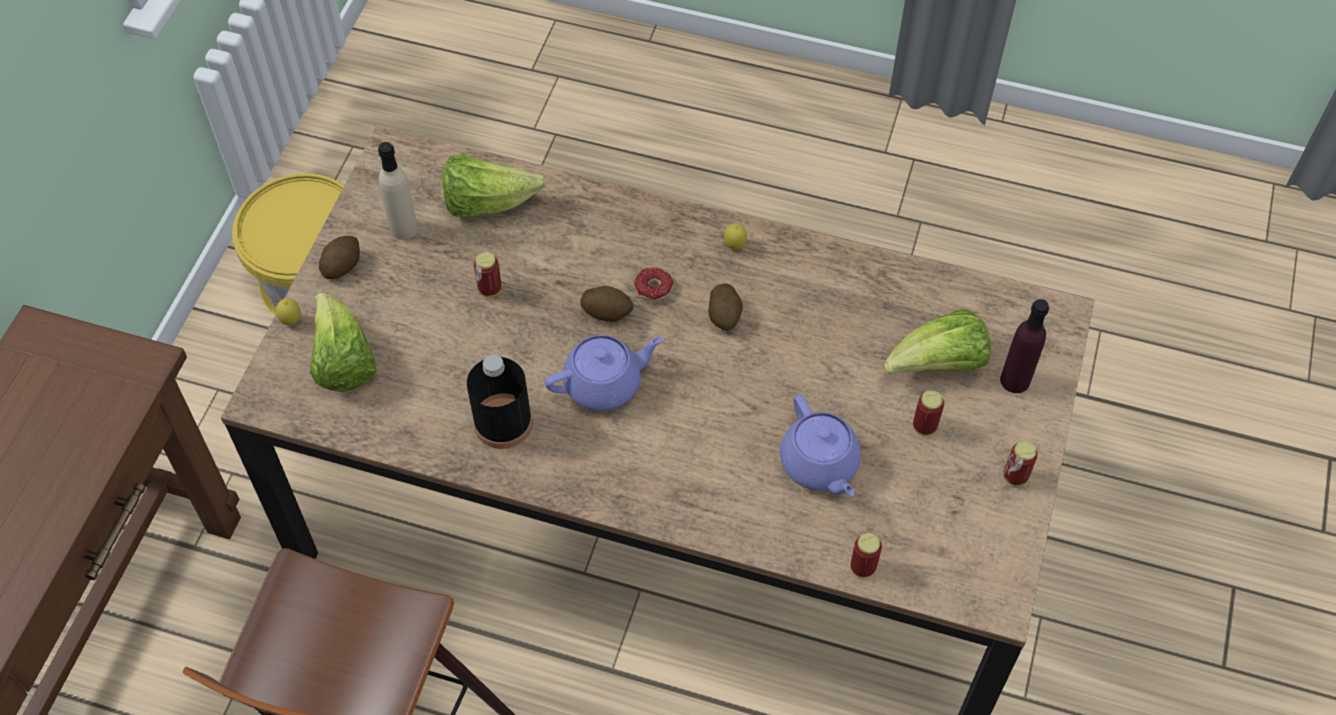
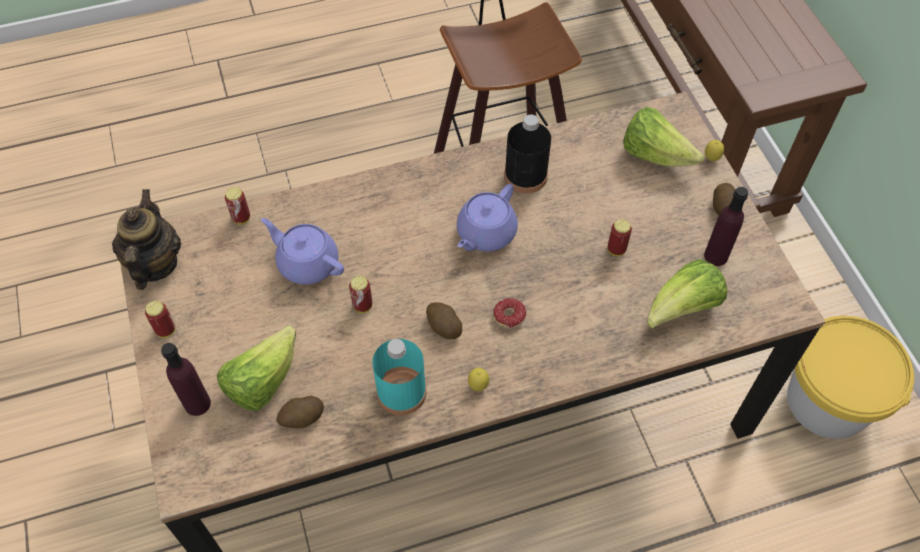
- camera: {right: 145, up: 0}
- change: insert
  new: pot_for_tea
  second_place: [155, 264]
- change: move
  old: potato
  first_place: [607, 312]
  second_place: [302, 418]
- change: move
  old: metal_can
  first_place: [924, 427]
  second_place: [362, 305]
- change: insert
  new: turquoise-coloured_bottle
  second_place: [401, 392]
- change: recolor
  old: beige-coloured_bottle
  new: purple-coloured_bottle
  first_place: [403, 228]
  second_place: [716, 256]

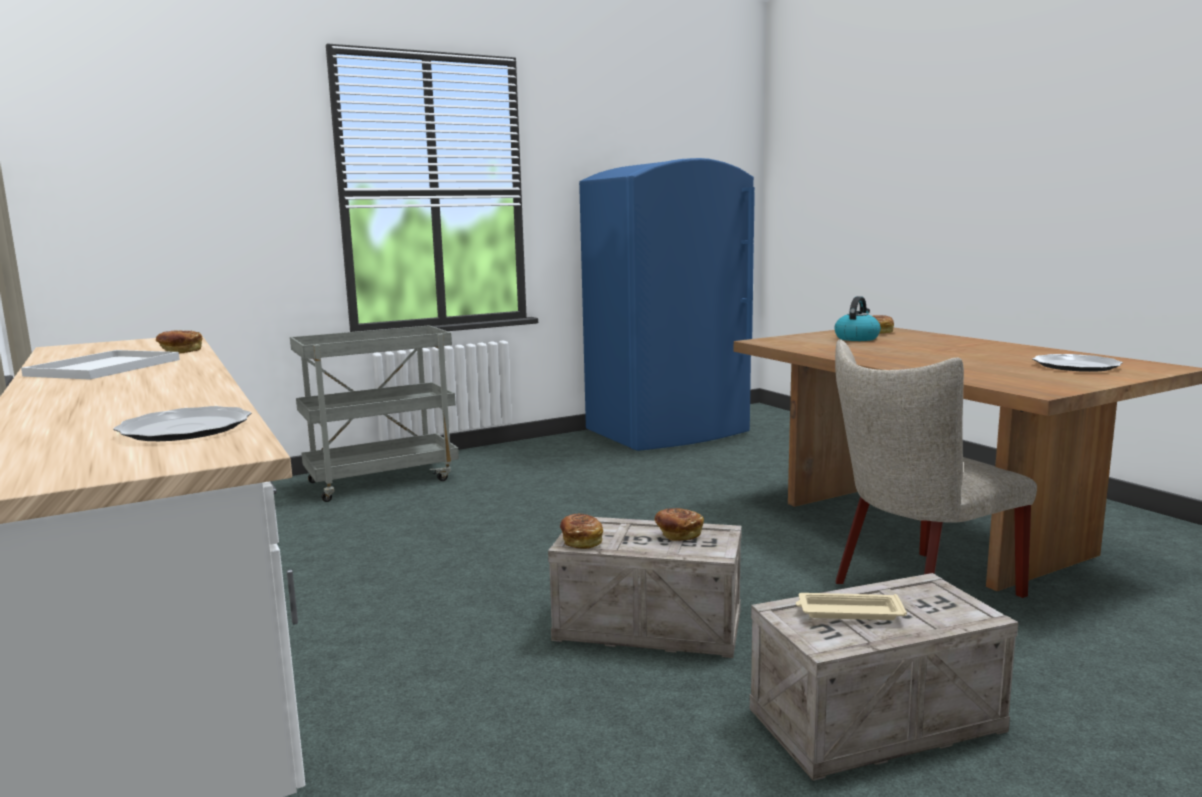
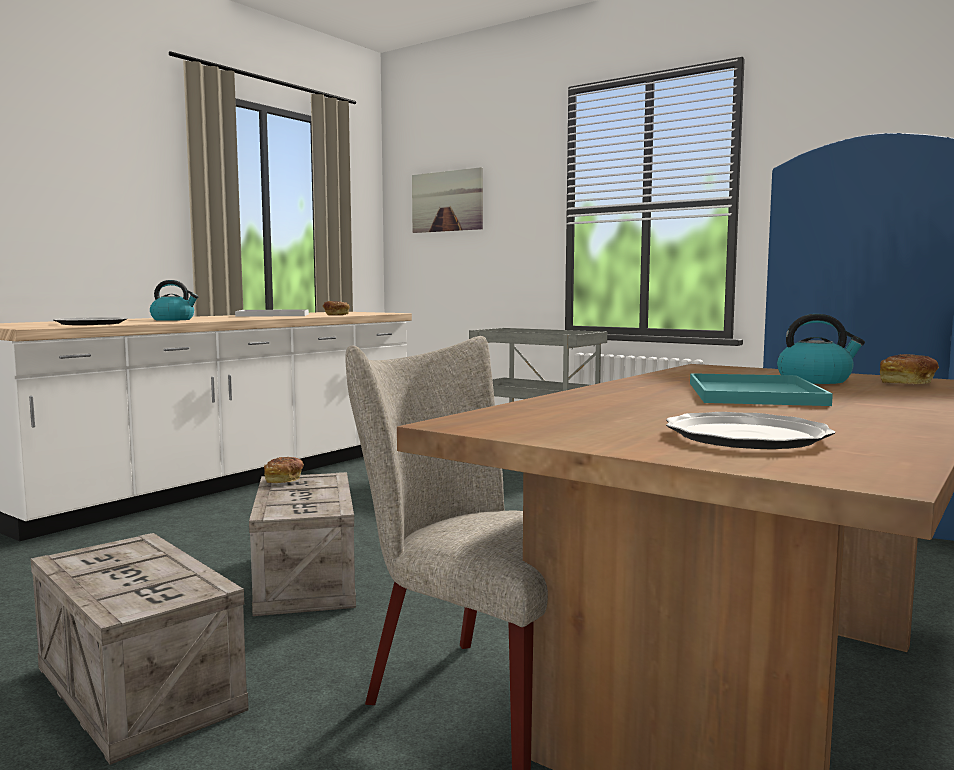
- camera: {right: 65, up: -5}
- change: insert
  new: tea_kettle
  second_place: [173, 319]
- change: insert
  new: picture
  second_place: [447, 201]
- change: insert
  new: turquoise-coloured_tray
  second_place: [751, 393]
- change: delete
  old: bakery_bread
  first_place: [678, 534]
- change: delete
  old: beige-coloured_tray
  first_place: [848, 612]

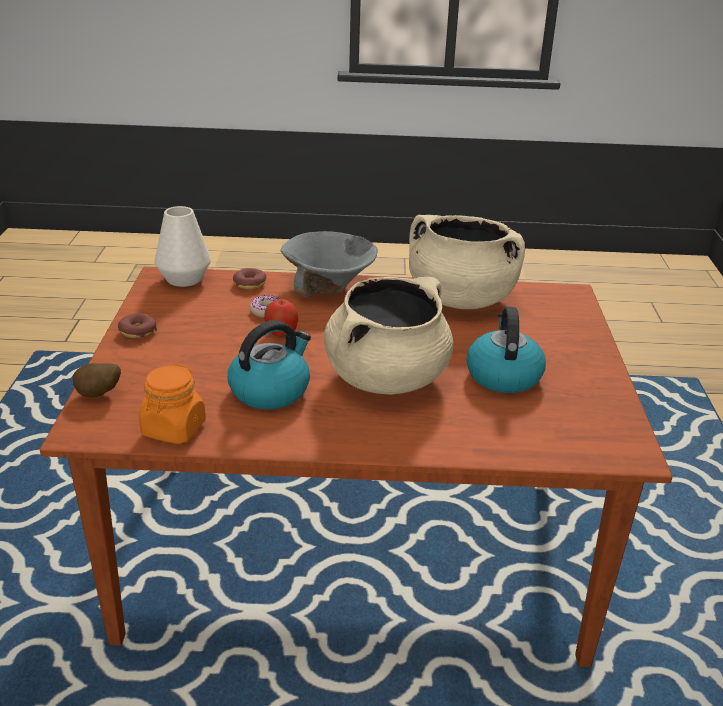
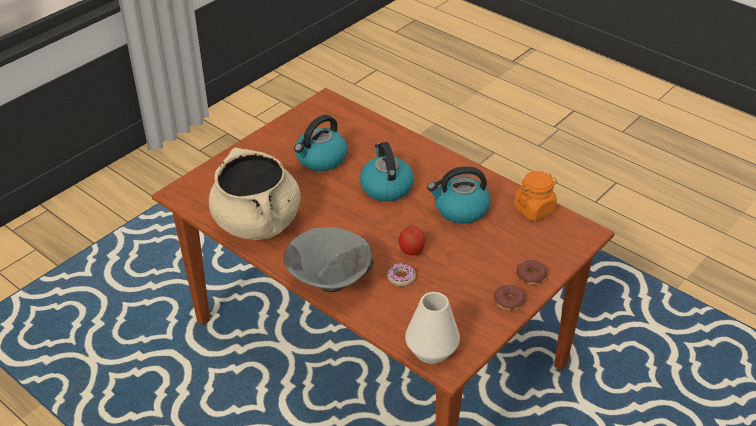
- camera: {right: -140, up: 10}
- change: replace
  old: beige-coloured_stockpot
  new: tea_kettle
  first_place: [387, 378]
  second_place: [386, 187]
- change: move
  old: doughnut
  first_place: [249, 284]
  second_place: [531, 276]
- change: delete
  old: potato
  first_place: [98, 395]

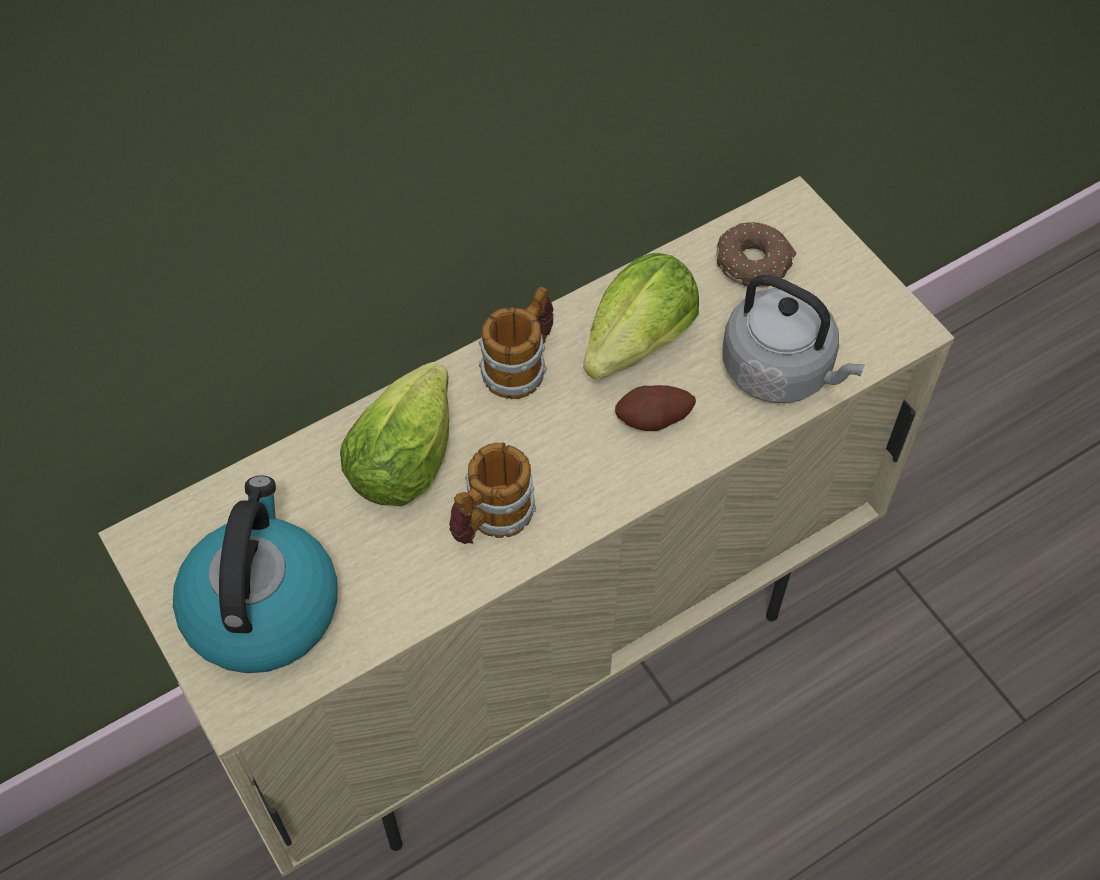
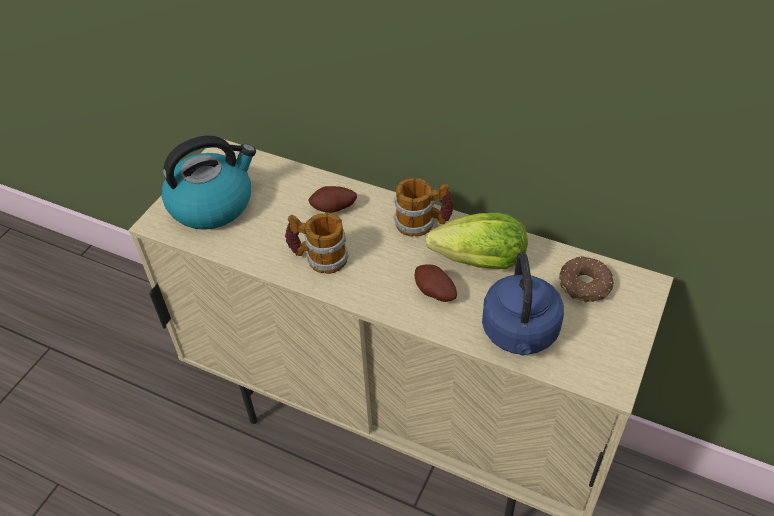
- camera: {right: 60, up: -10}
- change: replace
  old: lettuce
  new: potato
  first_place: [408, 453]
  second_place: [334, 209]
- change: recolor
  old: grey_tea_kettle
  new: blue-coloured_tea_kettle
  first_place: [781, 371]
  second_place: [520, 334]

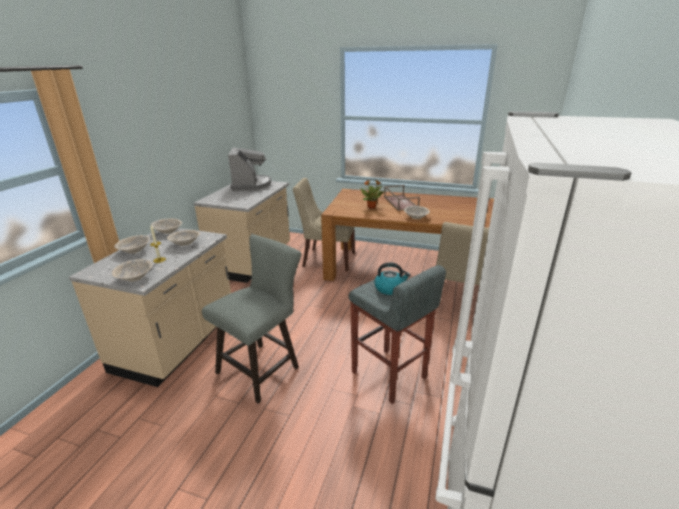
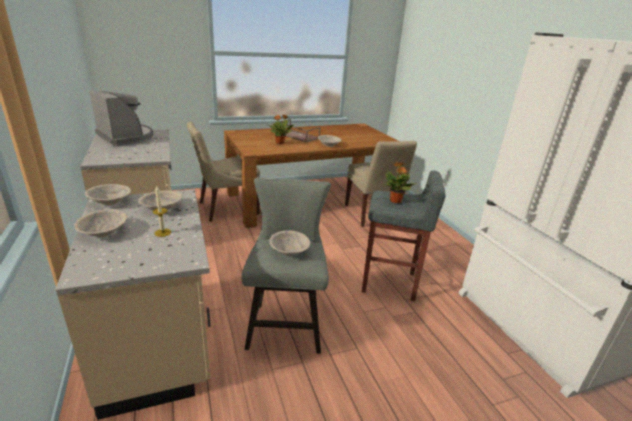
- camera: {right: -40, up: 0}
- change: move
  old: beige-coloured_serving_bowl
  first_place: [135, 277]
  second_place: [289, 251]
- change: replace
  old: tea_kettle
  new: houseplant
  first_place: [390, 288]
  second_place: [395, 201]

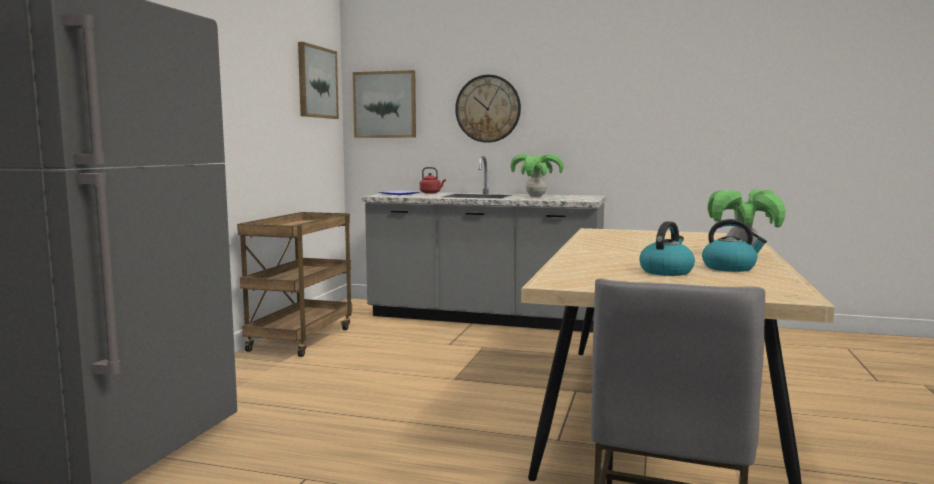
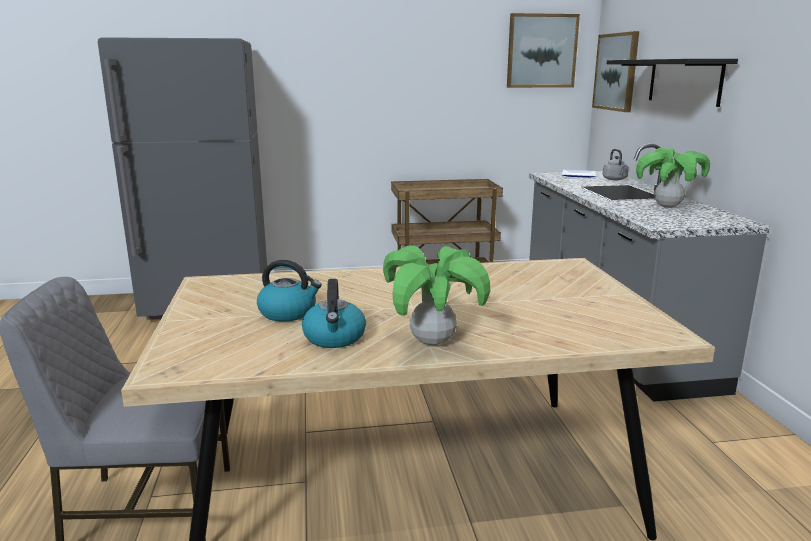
- camera: {right: 65, up: 10}
- change: recolor
  old: red-coloured_tea_kettle
  new: grey_tea_kettle
  first_place: [431, 193]
  second_place: [615, 179]
- change: replace
  old: clock_on_the_wall
  new: black-coloured_shelf
  first_place: [488, 109]
  second_place: [684, 81]

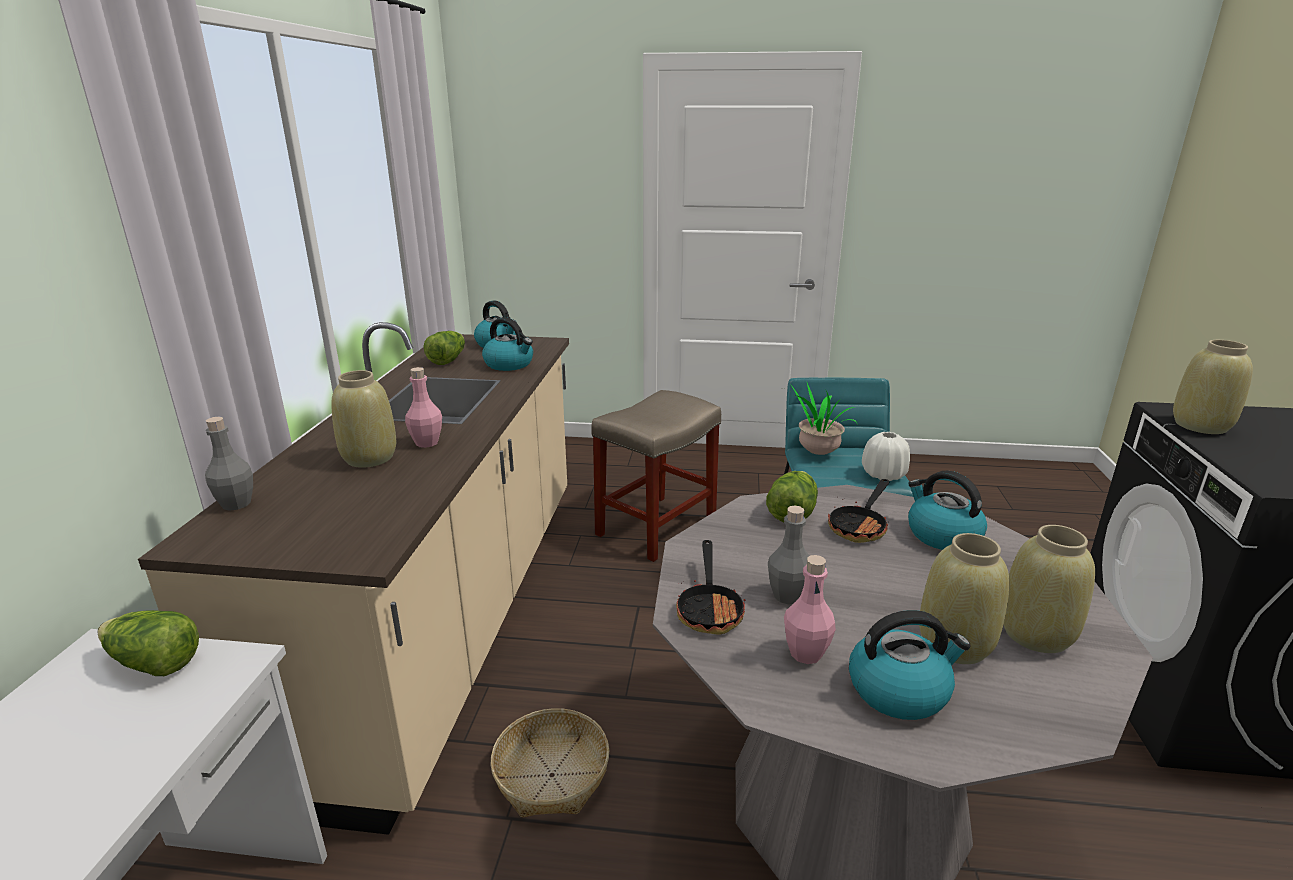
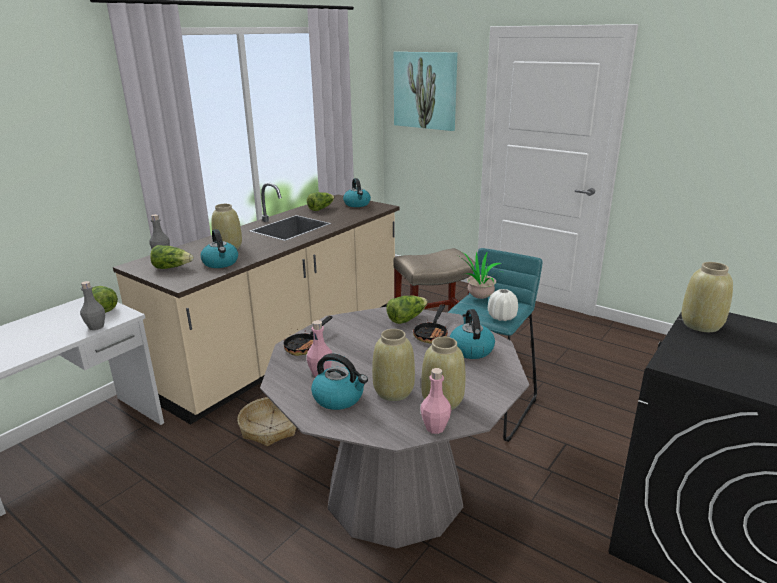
- camera: {right: 30, up: 0}
- change: move
  old: grey_bottle
  first_place: [787, 596]
  second_place: [96, 327]
- change: insert
  new: lettuce
  second_place: [172, 267]
- change: move
  old: tea_kettle
  first_place: [510, 364]
  second_place: [221, 263]
- change: insert
  new: picture
  second_place: [425, 90]
- change: rotate
  old: frying_pan
  first_place: [860, 526]
  second_place: [432, 334]
  degrees: -45
- change: move
  old: pinkish_bottle
  first_place: [427, 443]
  second_place: [435, 428]

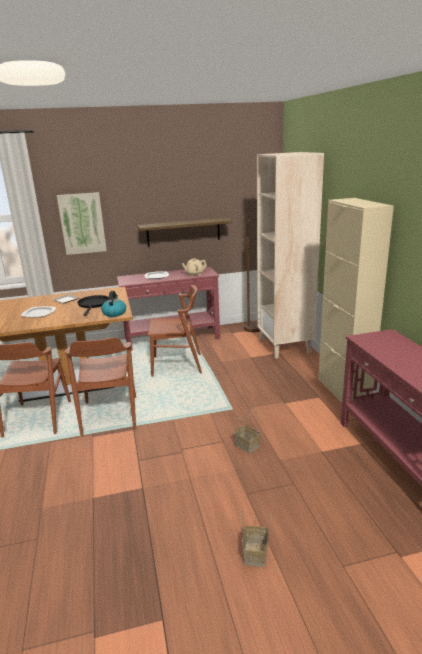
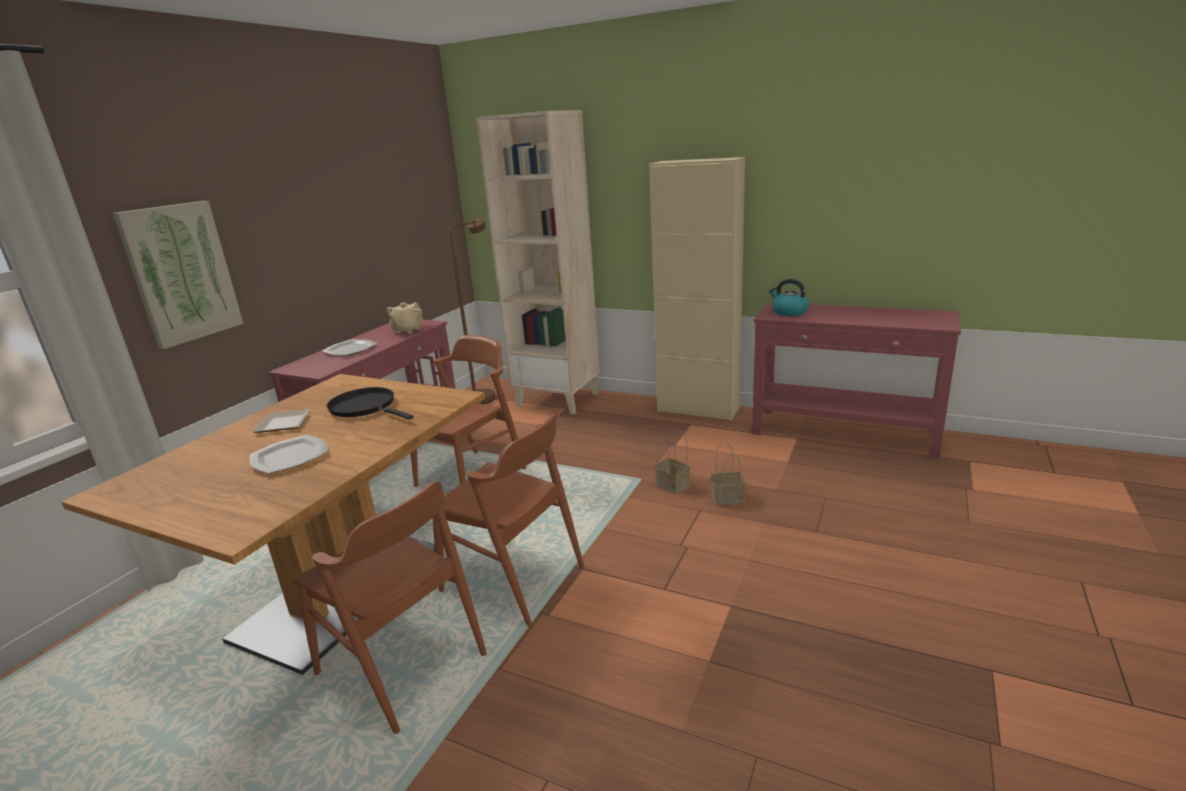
- camera: {right: -50, up: 0}
- change: move
  old: basket
  first_place: [255, 555]
  second_place: [673, 485]
- change: move
  old: tea_kettle
  first_place: [114, 313]
  second_place: [788, 312]
- change: delete
  old: shelf
  first_place: [183, 232]

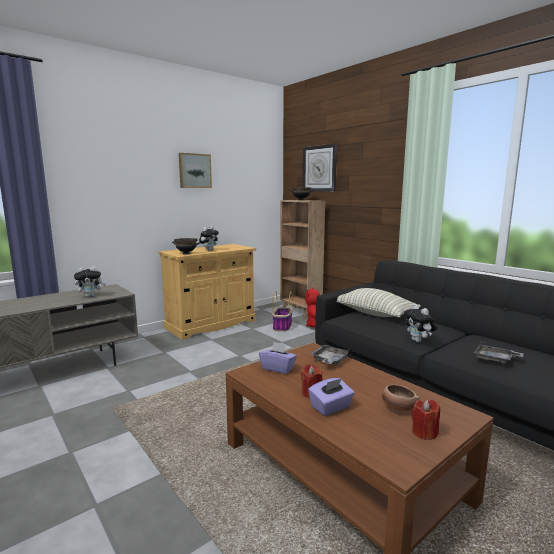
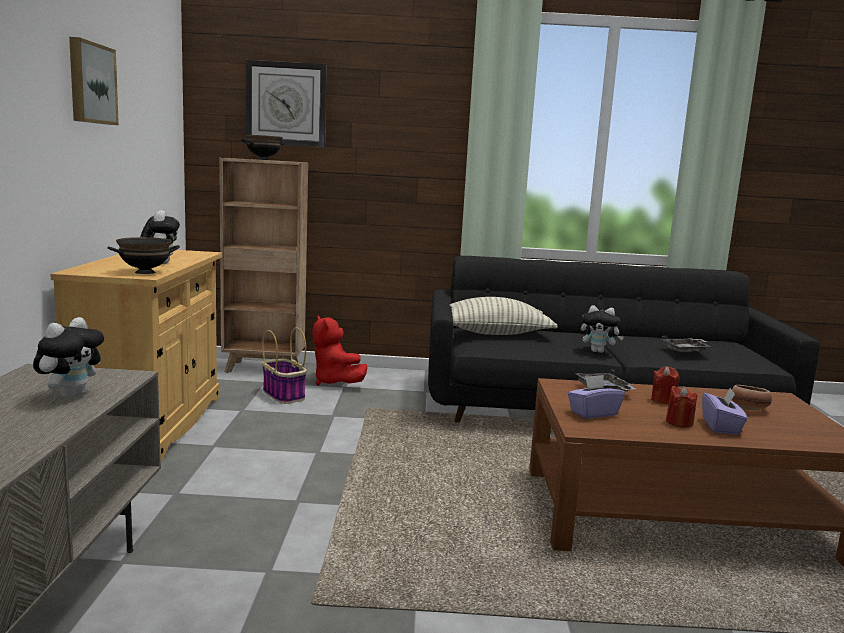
- camera: {right: -50, up: 0}
- change: move
  old: red-coloured_wax_light
  first_place: [424, 432]
  second_place: [663, 400]

